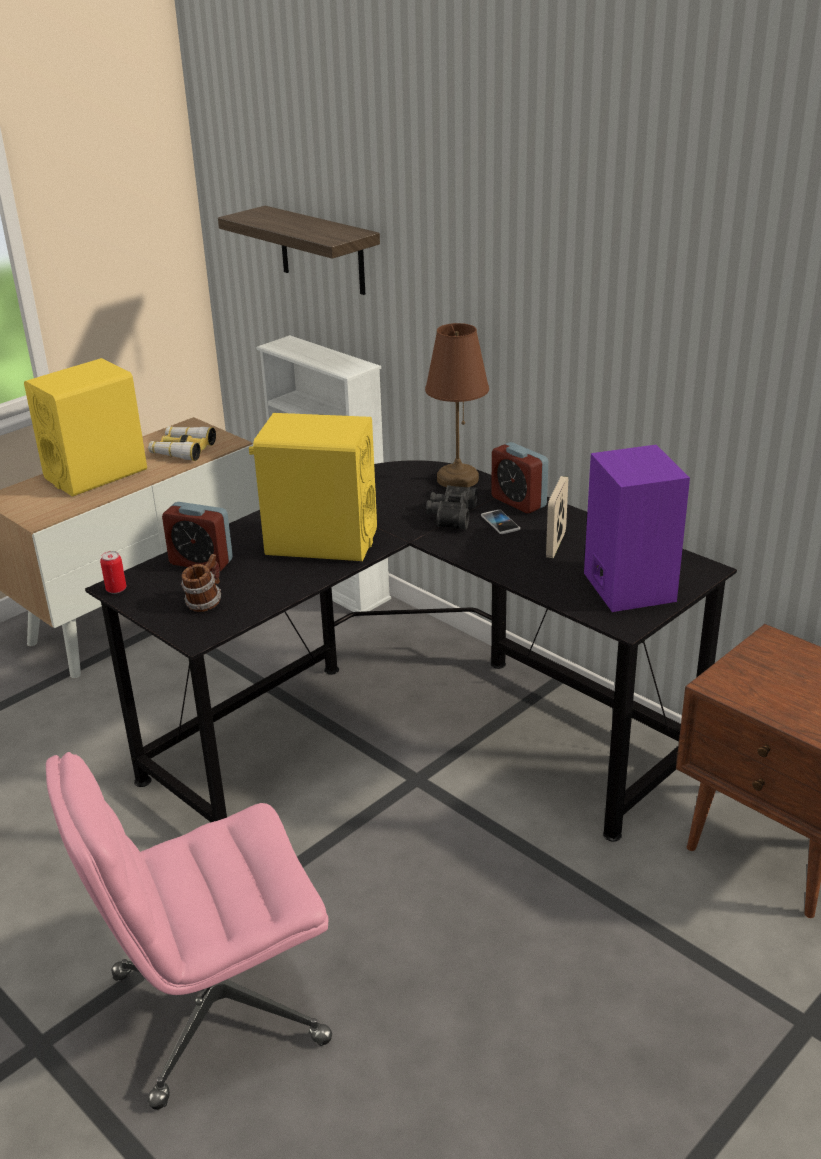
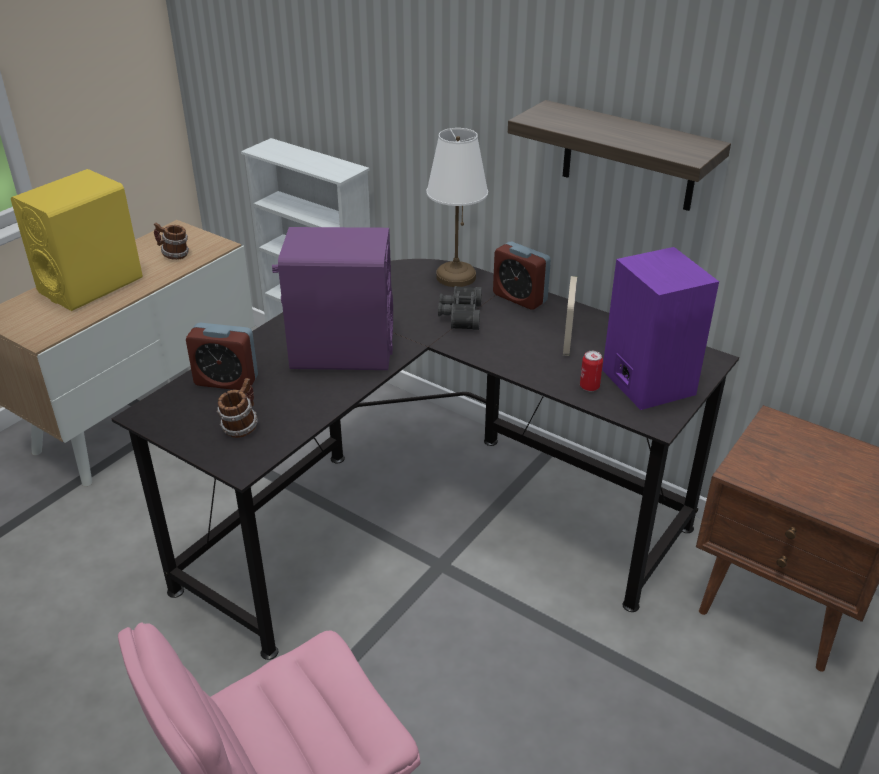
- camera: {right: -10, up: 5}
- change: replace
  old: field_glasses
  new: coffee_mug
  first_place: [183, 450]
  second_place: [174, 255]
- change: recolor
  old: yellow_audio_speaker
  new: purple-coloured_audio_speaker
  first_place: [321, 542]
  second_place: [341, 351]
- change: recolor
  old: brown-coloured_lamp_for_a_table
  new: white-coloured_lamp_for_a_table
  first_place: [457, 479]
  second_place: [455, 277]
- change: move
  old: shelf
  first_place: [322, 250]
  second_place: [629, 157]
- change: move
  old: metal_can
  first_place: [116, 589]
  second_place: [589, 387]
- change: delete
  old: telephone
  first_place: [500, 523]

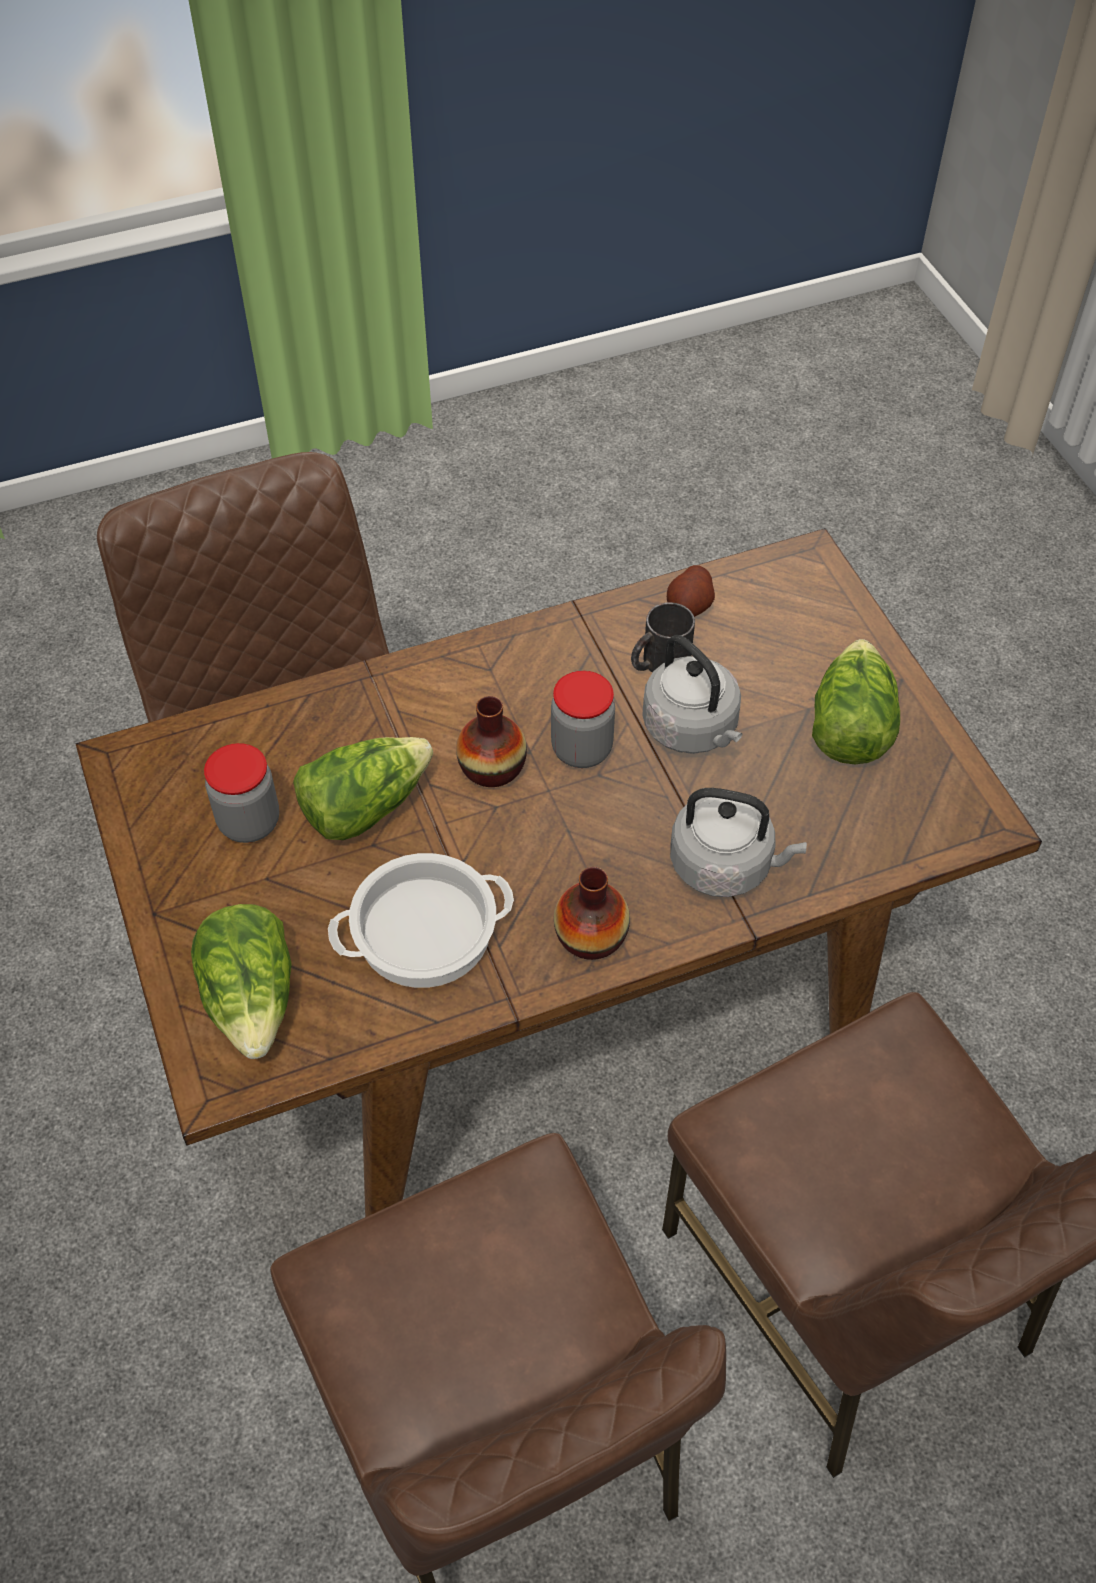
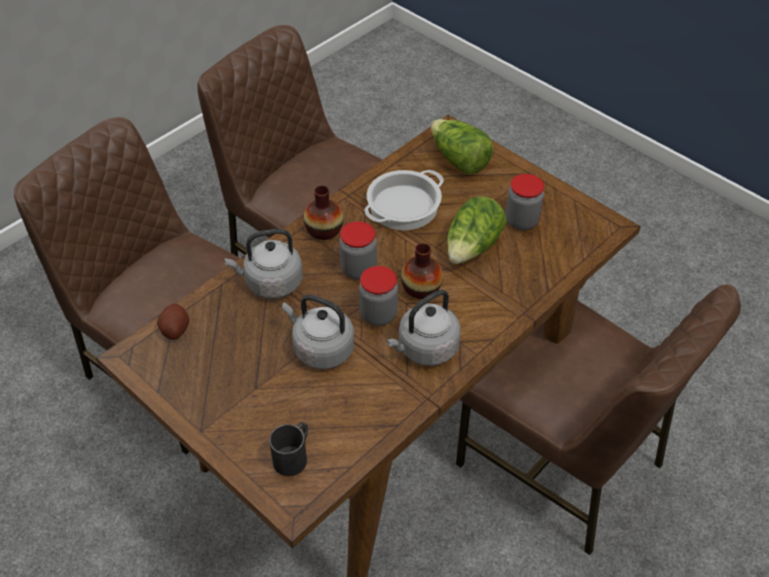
- camera: {right: 155, up: -5}
- change: move
  old: potato
  first_place: [689, 606]
  second_place: [175, 329]
- change: move
  old: black-coloured_coffee_mug
  first_place: [658, 663]
  second_place: [294, 455]
- change: insert
  new: preserve_jar
  second_place: [358, 269]
- change: insert
  new: grey_tea_kettle
  second_place: [425, 349]
- change: delete
  old: lettuce
  first_place: [849, 725]

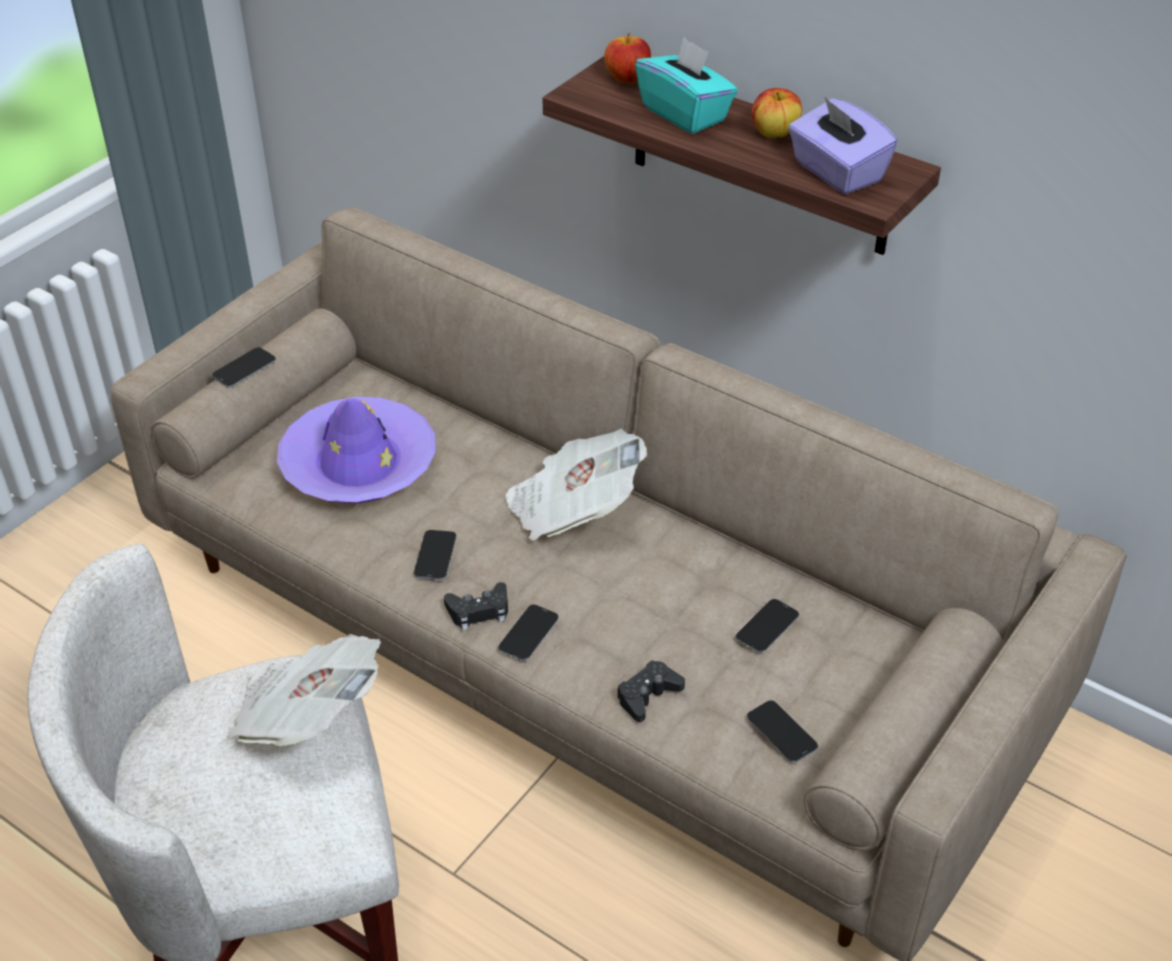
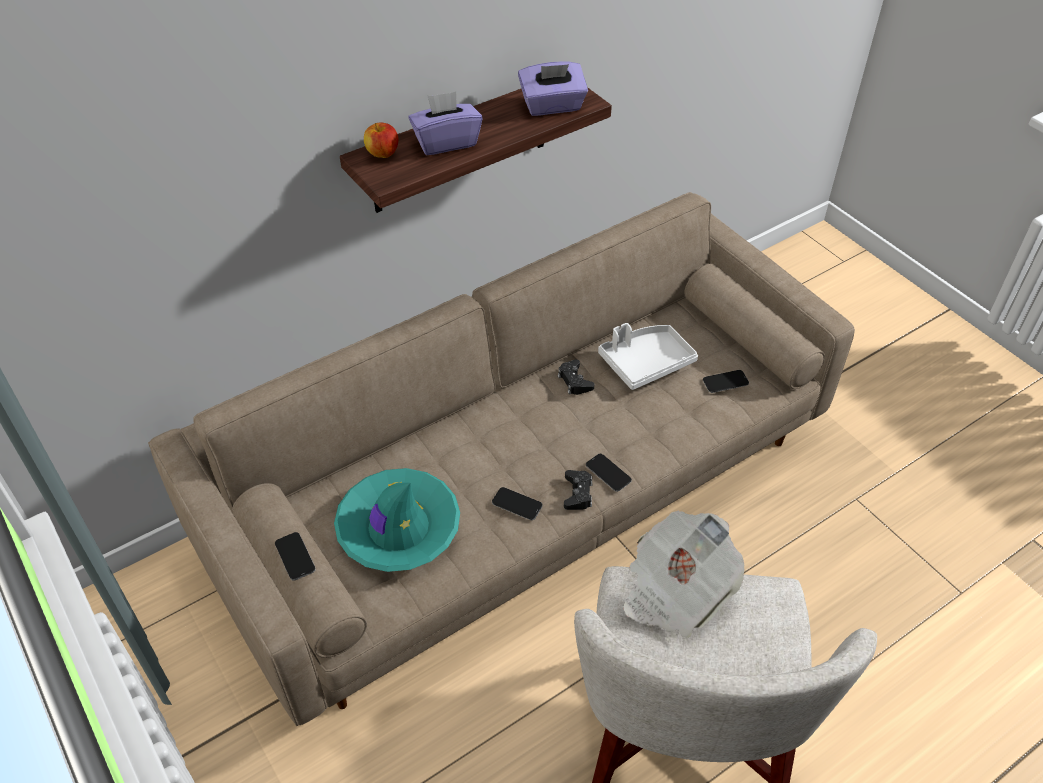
- camera: {right: -70, up: 5}
- change: recolor
  old: purple-coloured_clothing_hat
  new: turquoise-coloured_clothing_hat
  first_place: [358, 464]
  second_place: [398, 528]
- change: recolor
  old: turquoise-coloured_tissue_holder
  new: purple-coloured_tissue_holder
  first_place: [685, 113]
  second_place: [446, 142]
- change: move
  old: black-coloured_game_controller
  first_place: [648, 695]
  second_place: [574, 381]
- change: replace
  old: telephone
  new: white-coloured_tray
  first_place: [767, 627]
  second_place: [645, 362]
- change: delete
  old: printed_paper
  first_place: [573, 508]
- change: delete
  old: whole_apple
  first_place: [774, 133]

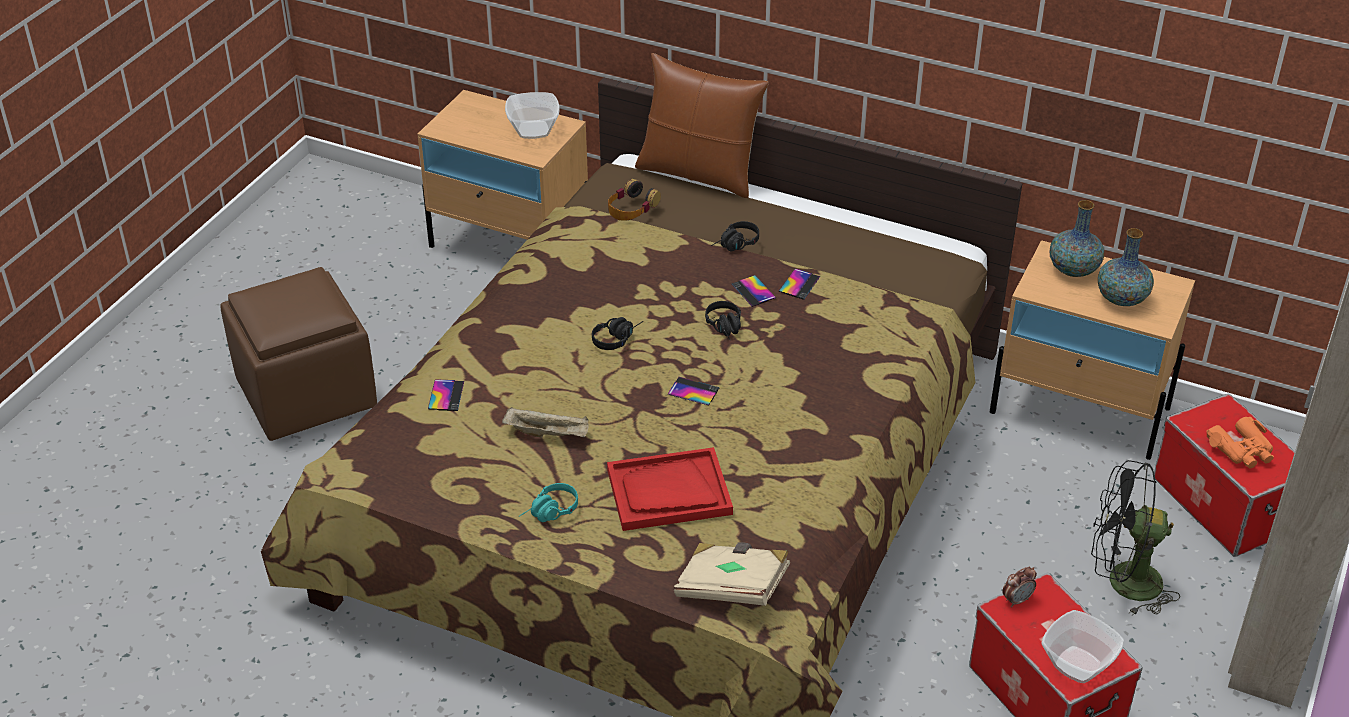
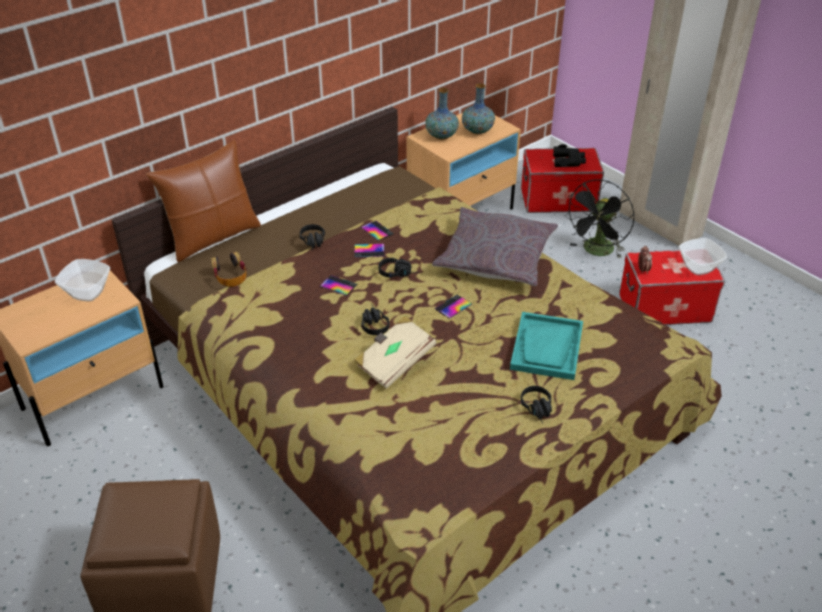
- camera: {right: -65, up: 0}
- change: move
  old: telephone
  first_place: [446, 395]
  second_place: [338, 285]
- change: move
  old: beige-coloured_bound_book
  first_place: [732, 588]
  second_place: [394, 362]
- change: insert
  new: grey_throw_pillow
  second_place: [495, 257]
- change: recolor
  old: red-coloured_tray
  new: turquoise-coloured_tray
  first_place: [668, 492]
  second_place: [547, 348]
- change: recolor
  old: turquoise-coloured_headphones
  new: black-coloured_headphones
  first_place: [549, 513]
  second_place: [538, 410]
- change: recolor
  old: orange-coloured_field_glasses
  new: black-coloured_field_glasses
  first_place: [1242, 450]
  second_place: [568, 161]
- change: delete
  old: beige-coloured_tray
  first_place: [548, 433]

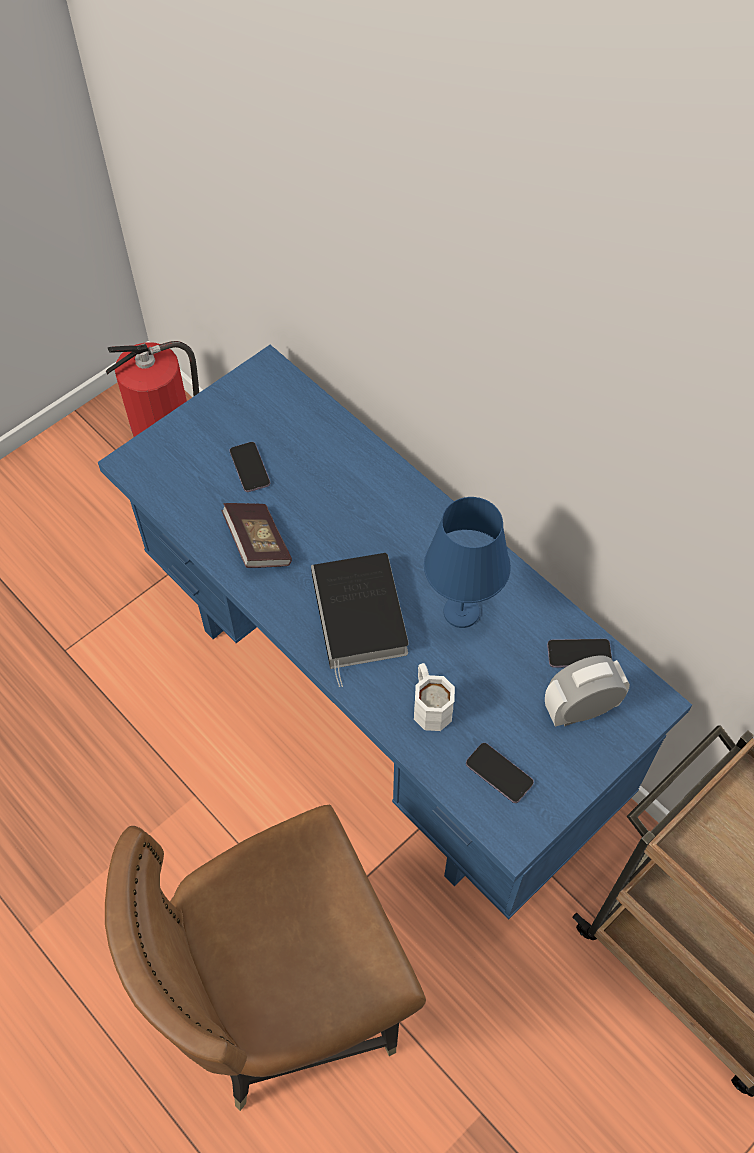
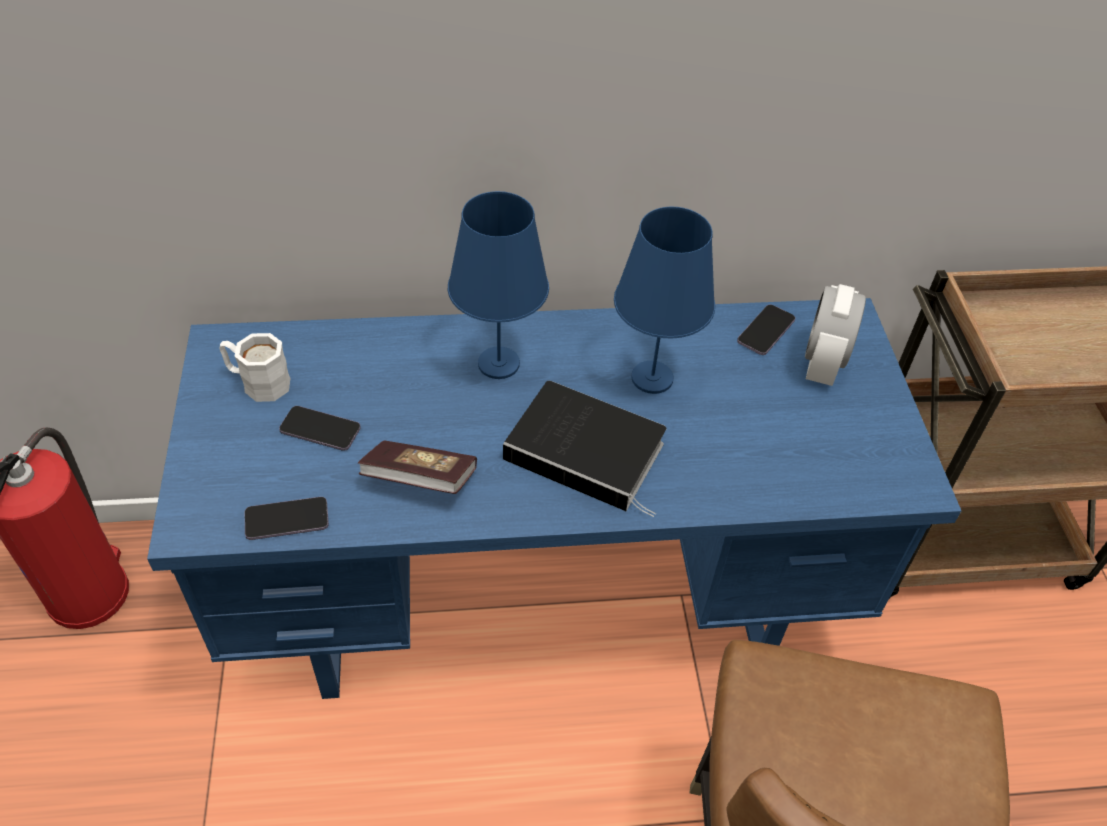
- camera: {right: -55, up: -10}
- change: move
  old: white-coloured_coffee_mug
  first_place: [429, 705]
  second_place: [258, 382]
- change: move
  old: telephone
  first_place: [499, 773]
  second_place: [287, 520]
- change: insert
  new: blue-coloured_lamp_for_a_table
  second_place: [498, 363]

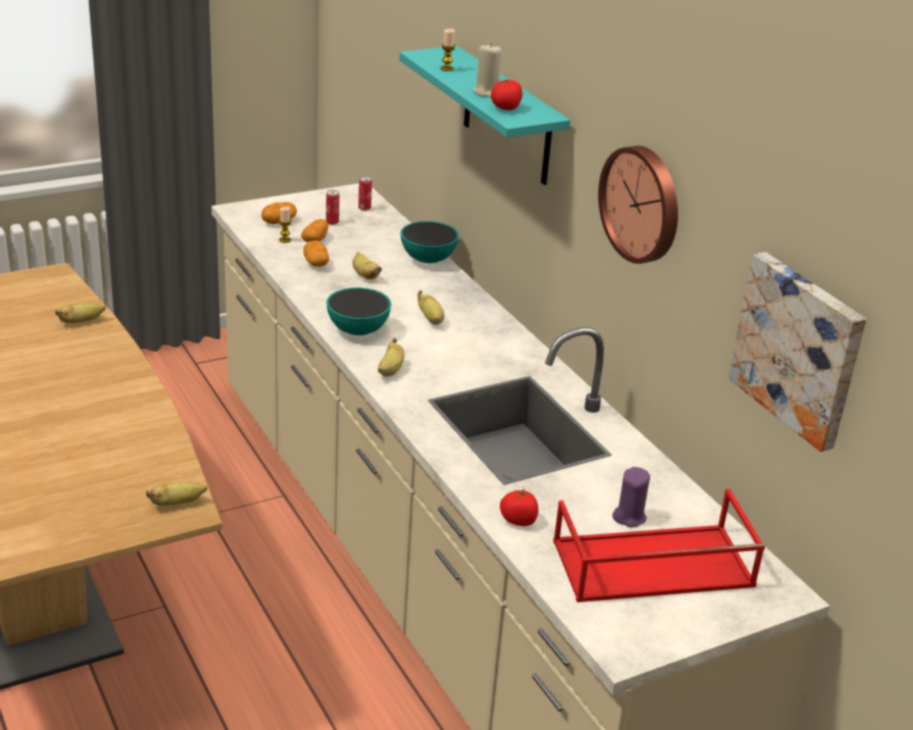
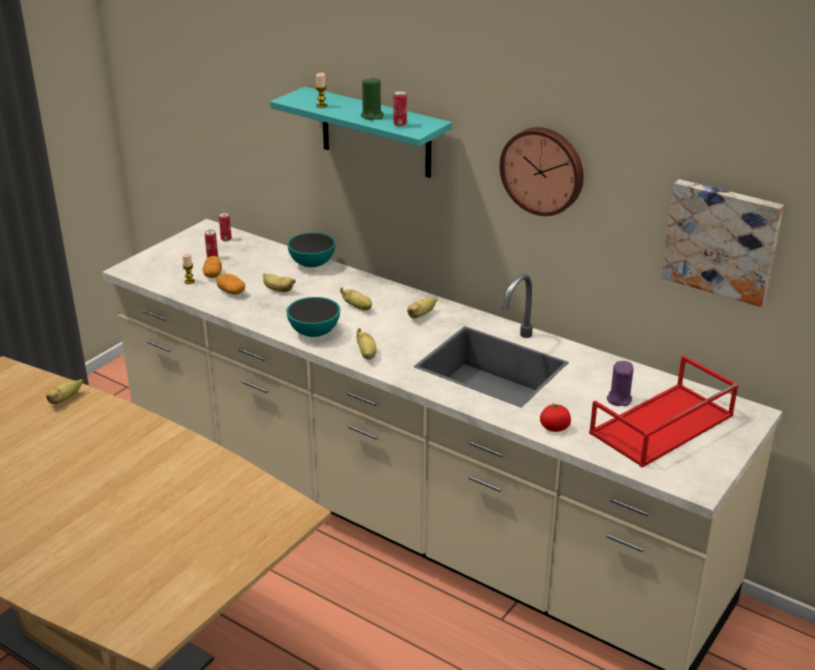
- camera: {right: -25, up: 0}
- change: recolor
  old: beige-coloured_wax_light
  new: greenish_wax_light
  first_place: [487, 92]
  second_place: [372, 116]
- change: replace
  old: whole_tomato
  new: metal_can
  first_place: [505, 108]
  second_place: [400, 124]
- change: move
  old: banana
  first_place: [177, 503]
  second_place: [421, 315]
- change: delete
  old: potato
  first_place: [278, 221]

